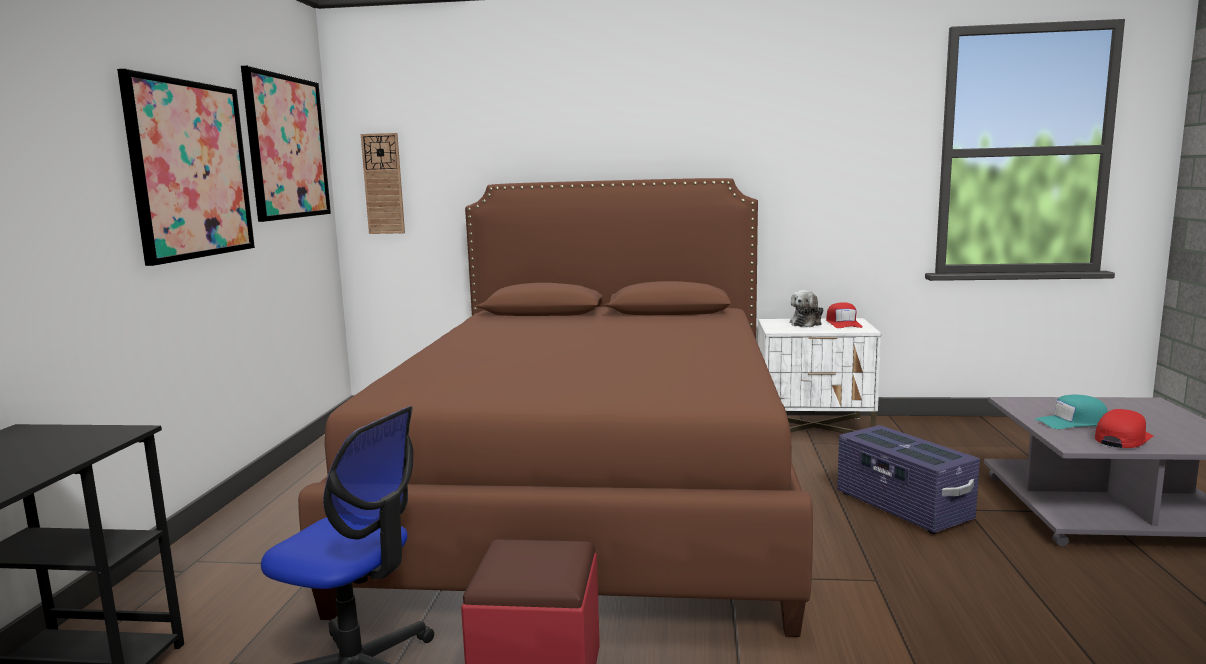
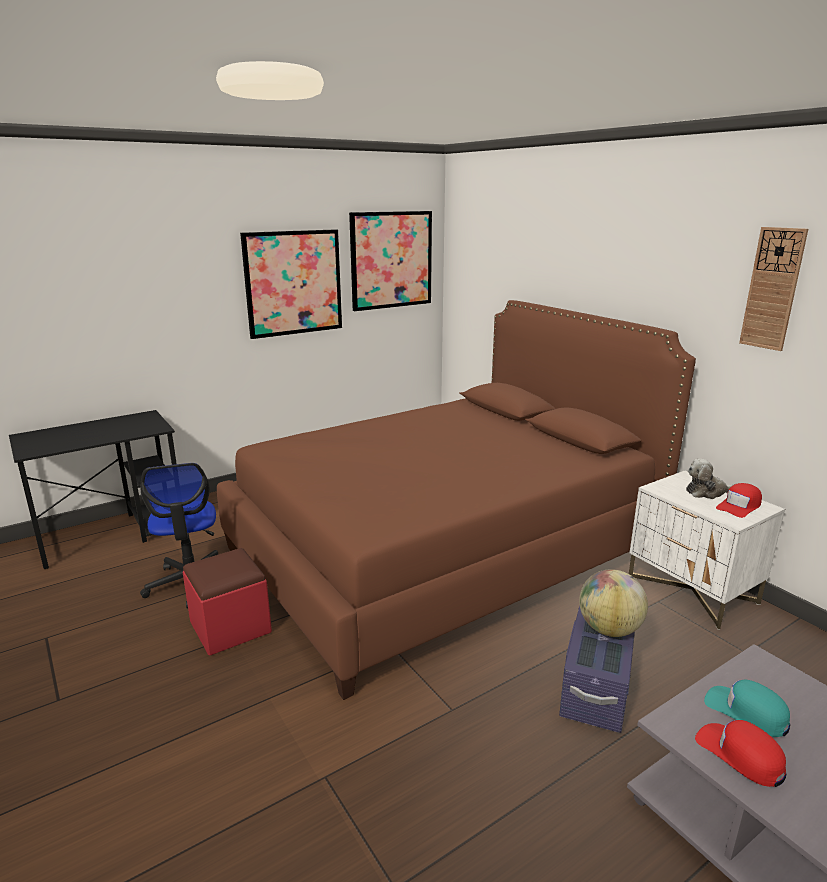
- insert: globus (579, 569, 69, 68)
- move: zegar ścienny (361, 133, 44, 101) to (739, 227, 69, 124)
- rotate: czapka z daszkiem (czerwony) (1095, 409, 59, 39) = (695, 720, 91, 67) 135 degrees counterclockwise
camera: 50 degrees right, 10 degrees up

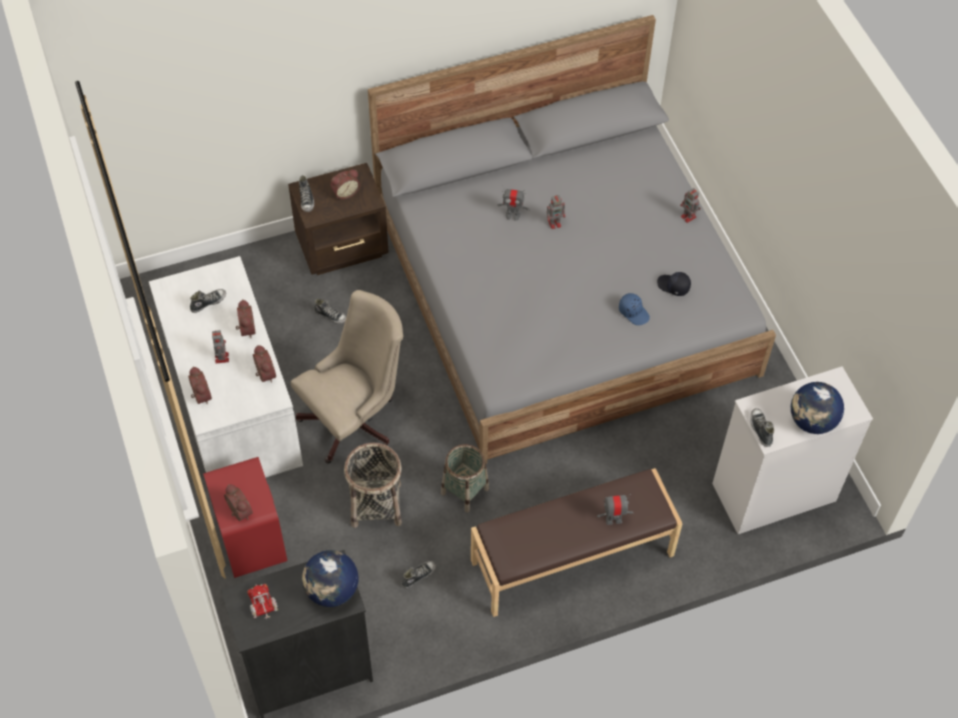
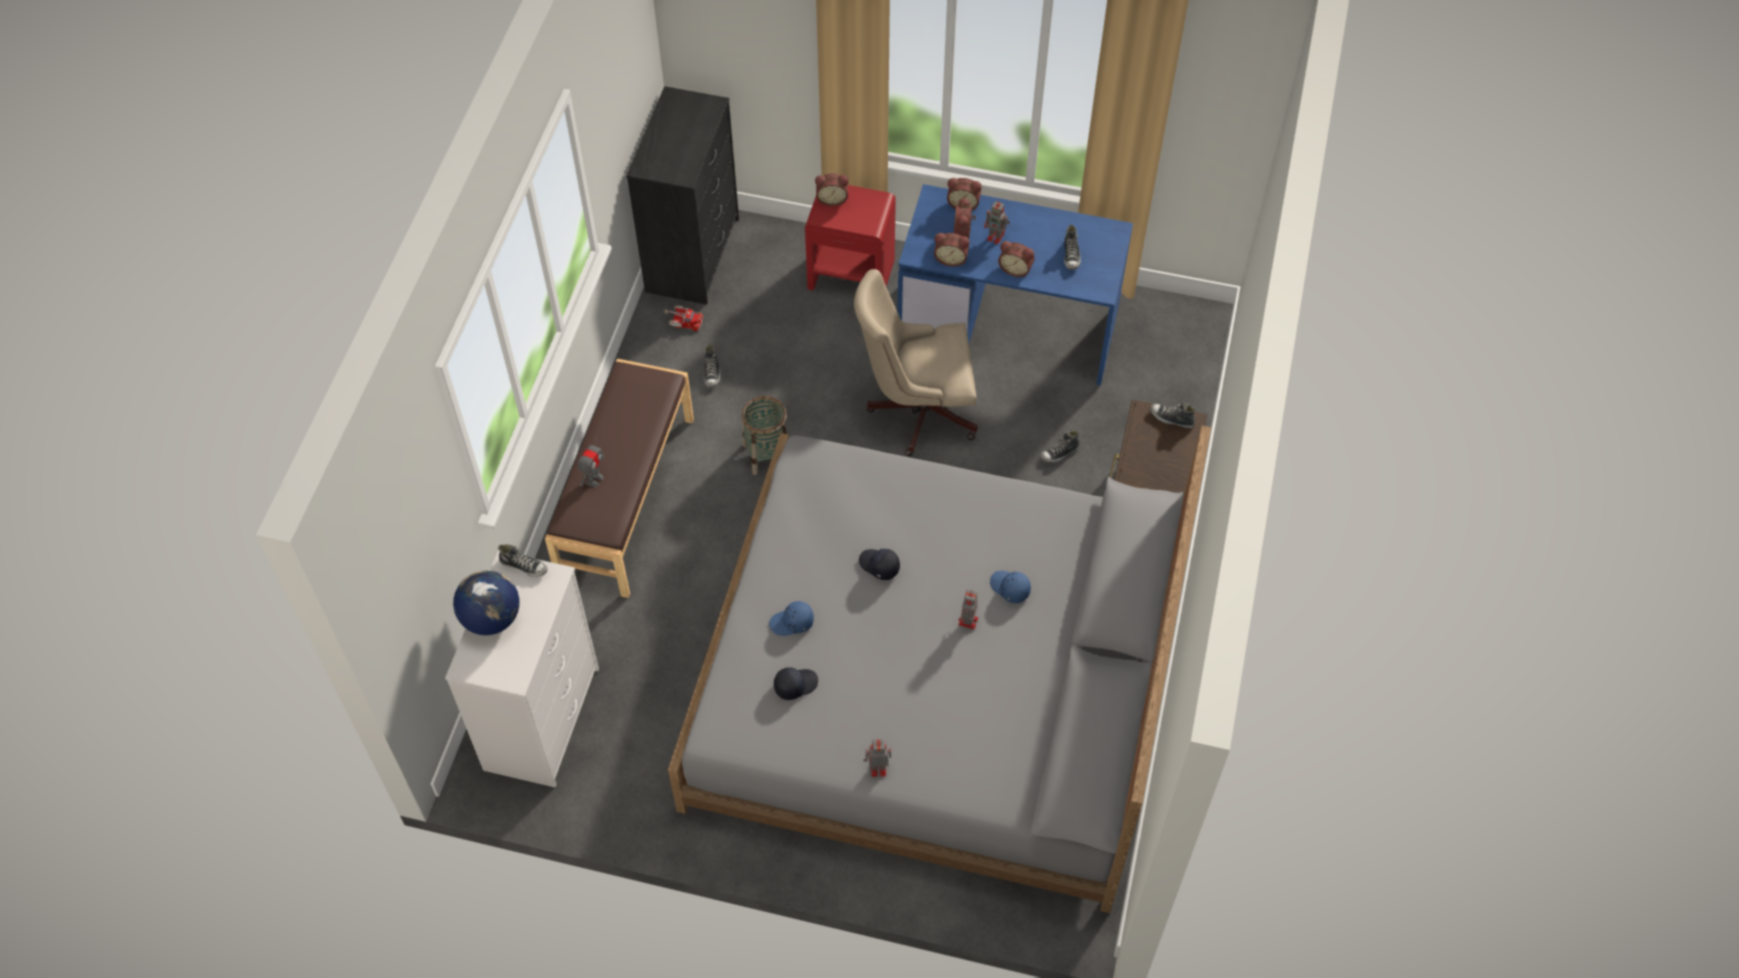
- delete: globus (302, 550, 56, 57)
- delete: koszyk (344, 443, 58, 85)
- insert: czapka z daszkiem (czarny) (859, 549, 41, 31)
- move: ciężarówka zabawkowa (247, 584, 31, 36) to (663, 306, 40, 25)
- move: budzik (330, 169, 30, 30) to (954, 197, 22, 42)
- replace: robot zabawkowy (497, 186, 33, 35) to czapka z daszkiem (niebieski) (990, 571, 41, 32)
- recolor: biurko (biały) (149, 256, 154, 222) to biurko (niebieski) (897, 184, 236, 202)
- rotate: krzesło biurowe (beżowy) (291, 290, 112, 173) = (854, 269, 124, 187) 90 degrees clockwise
camera: 125 degrees right, 0 degrees up

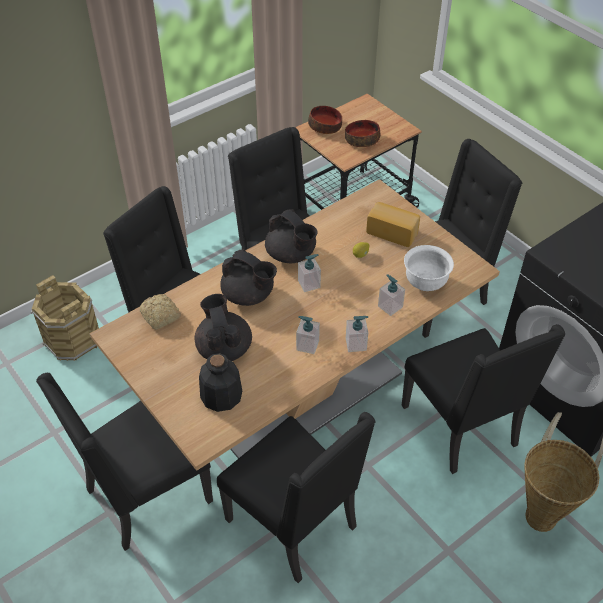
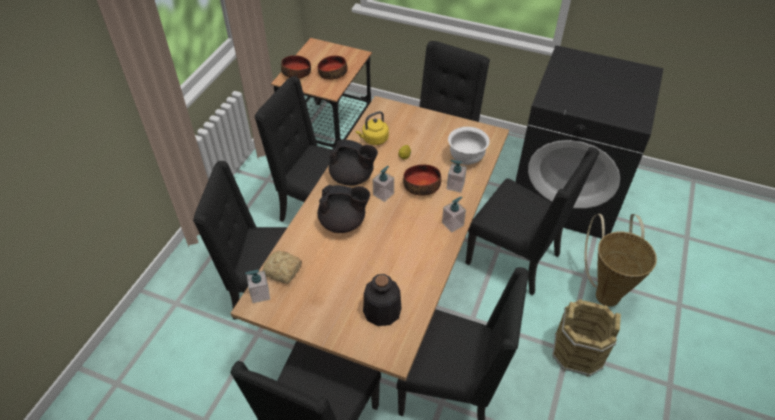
- delete: imbryk (czarny) (195, 294, 57, 67)
- delete: chleb (366, 202, 54, 45)
- insert: czajnik (żółty) (355, 111, 34, 34)
- insert: miska (403, 164, 38, 32)
- move: wiadro (brązowy) (31, 275, 68, 86) to (552, 299, 69, 78)
- move: dozownik mydła (296, 316, 24, 38) to (245, 270, 25, 33)
camera: 30 degrees left, 0 degrees up

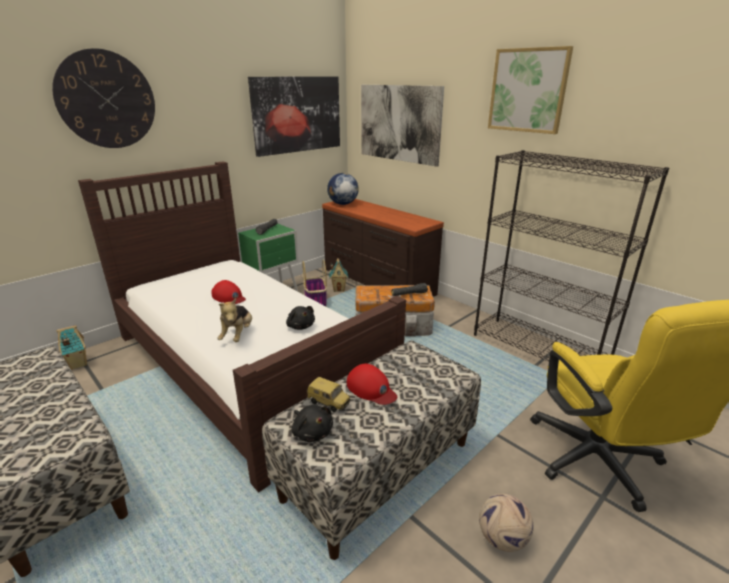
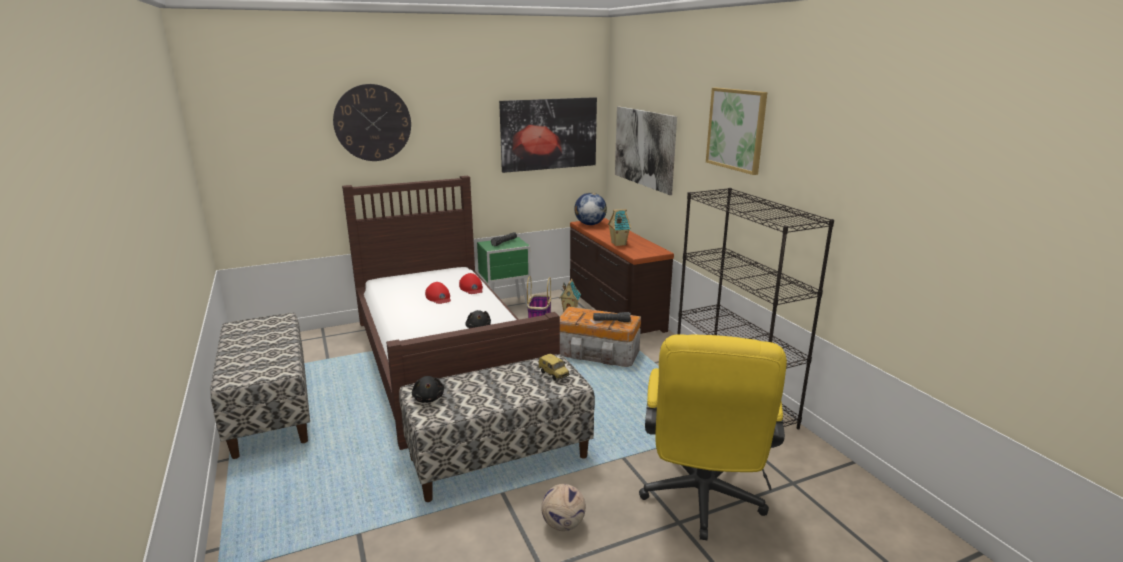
- delete: pluszak (218, 298, 34, 44)
- move: domek (56, 325, 31, 45) to (608, 209, 23, 37)
- move: samochodzik (307, 377, 44, 35) to (538, 354, 32, 27)
- move: czapka z daszkiem (czerwony) (347, 364, 50, 41) to (459, 273, 24, 21)
camera: 20 degrees right, 5 degrees down

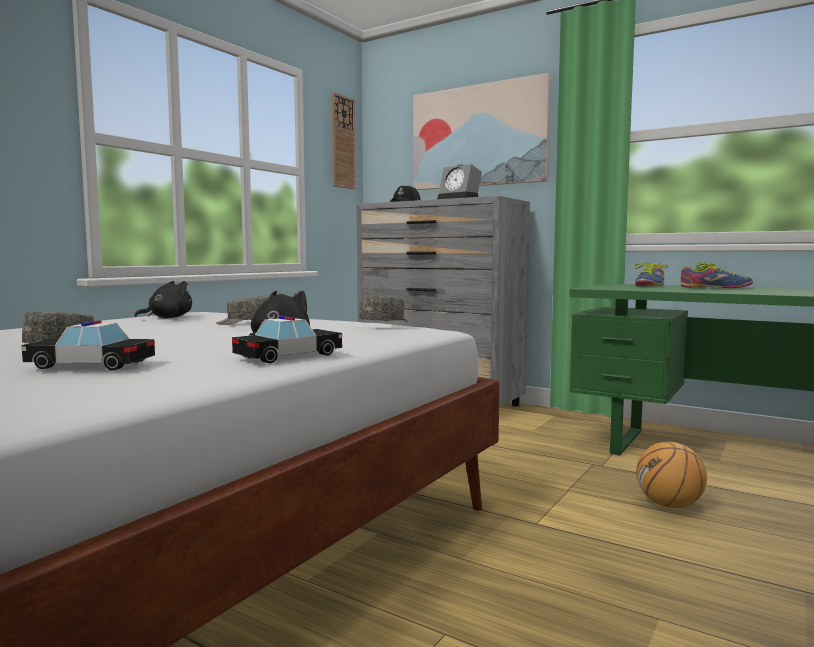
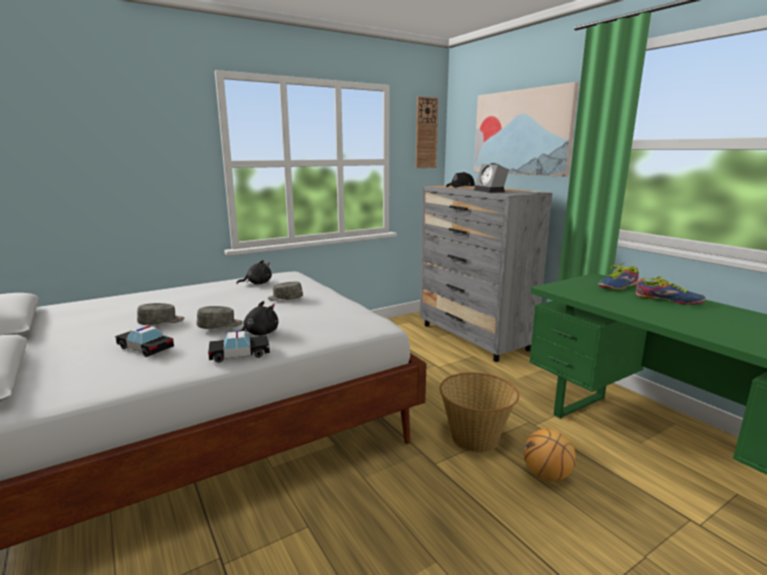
- insert: koszyk (440, 372, 79, 81)
- move: czapka z daszkiem (szary) (359, 295, 49, 27) to (197, 306, 46, 23)
camera: 25 degrees right, 10 degrees up

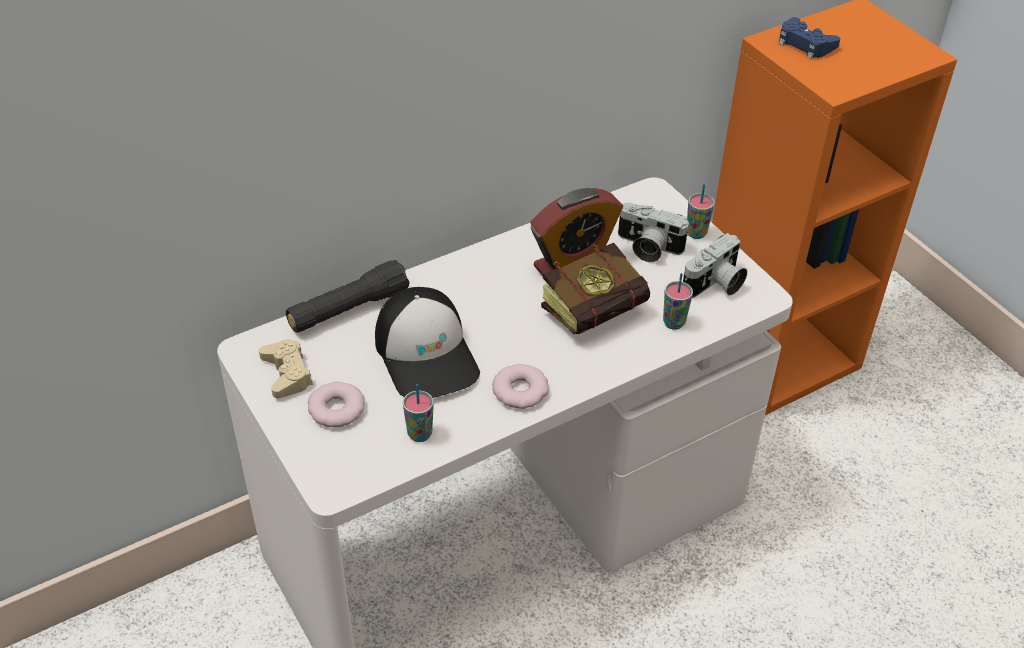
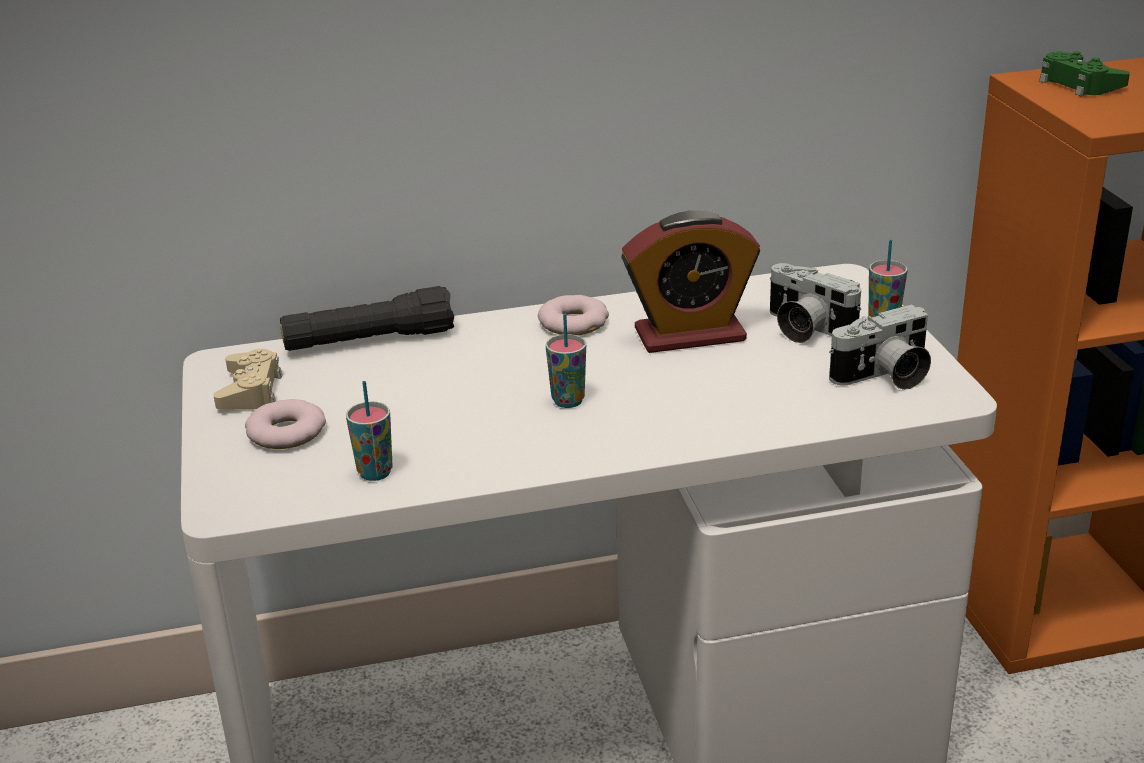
- delete: czapka z daszkiem (375, 287, 105, 111)
- delete: książka (541, 242, 109, 92)
- move: donut (492, 364, 57, 45) to (538, 295, 71, 40)
- move: filiżanka (663, 273, 30, 57) to (546, 313, 40, 95)
- recolor: pad do gier (niebieski) (778, 17, 62, 42) to pad do gier (zielony) (1039, 51, 91, 45)
camera: 20 degrees right, 15 degrees down

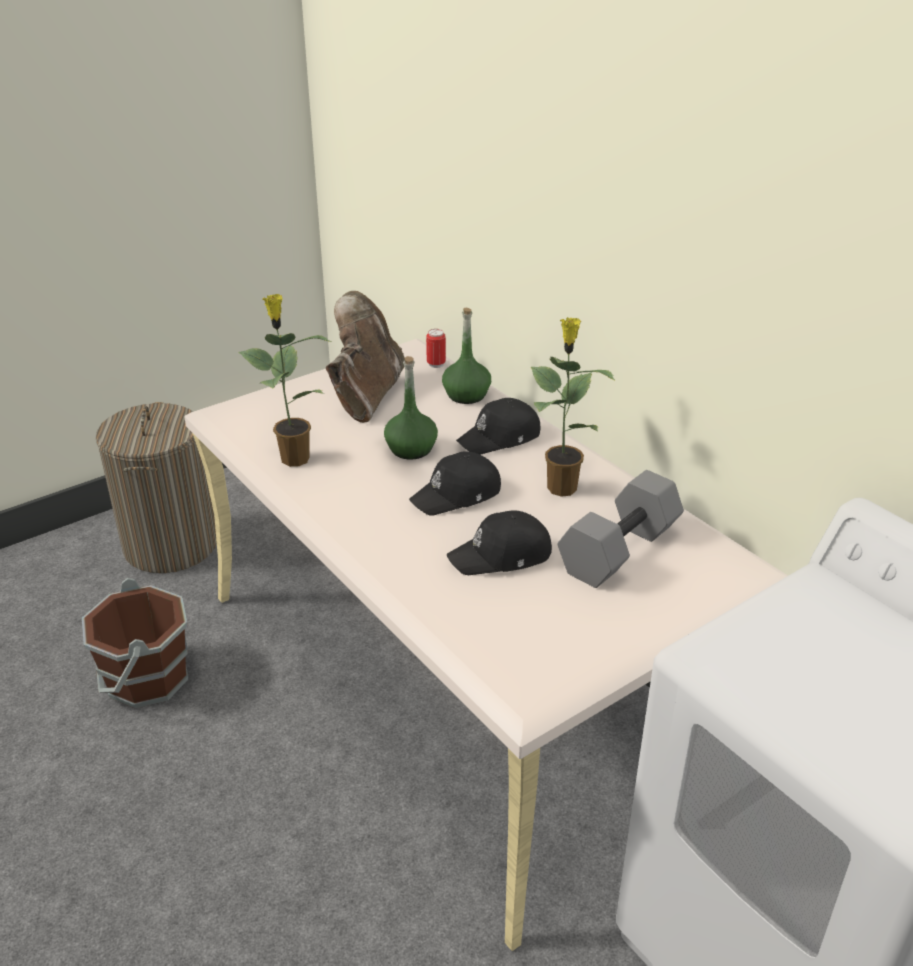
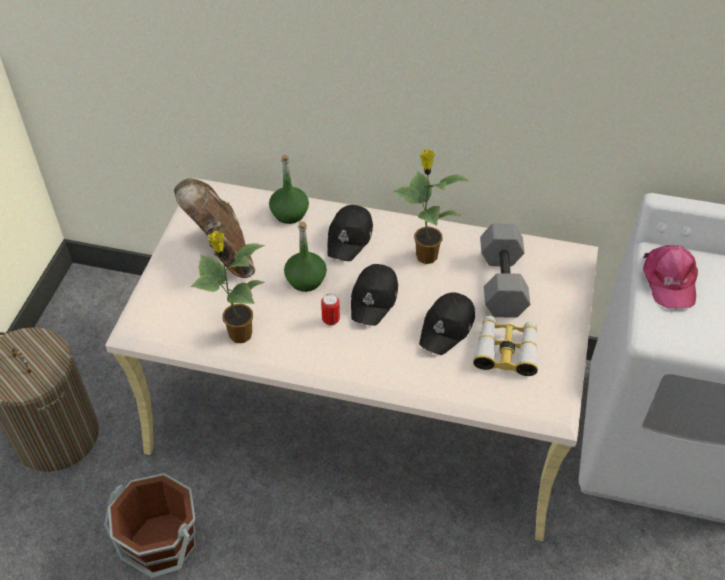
- insert: lornetka (473, 316, 65, 60)
- insert: czapka z daszkiem (różowy) (643, 245, 55, 63)
- move: puszka (426, 329, 20, 39) to (321, 294, 19, 32)
camera: 40 degrees left, 15 degrees up

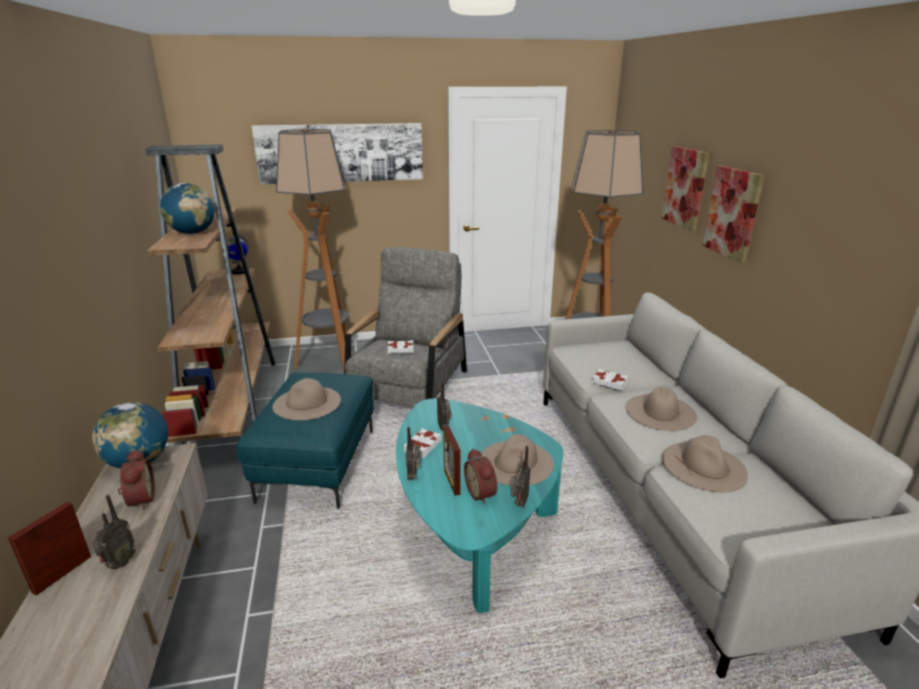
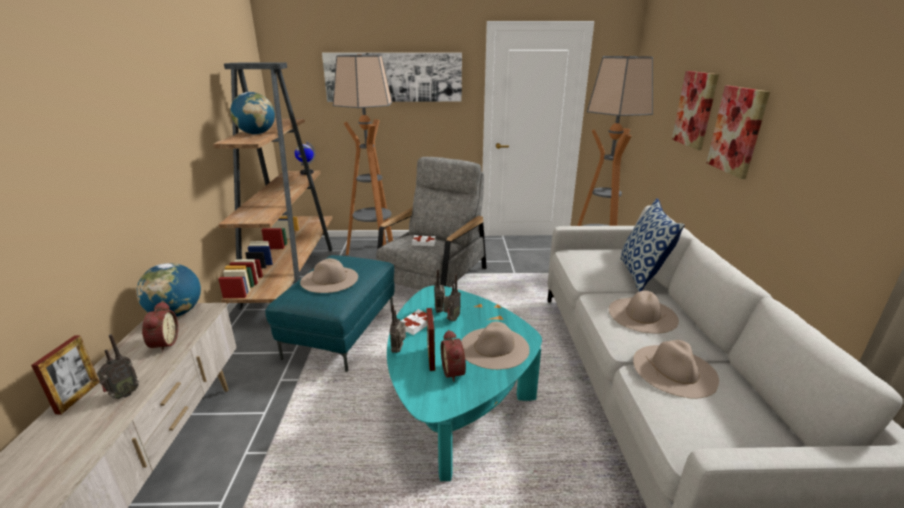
- delete: książka (biały) (592, 369, 36, 21)
- insert: poduszka (620, 198, 65, 94)
- move: radio (511, 446, 19, 61) to (443, 274, 18, 48)
- rotate: ramka na zdjęcie (8, 502, 83, 94) = (31, 335, 69, 80) 150 degrees clockwise
camera: 10 degrees right, 0 degrees up

